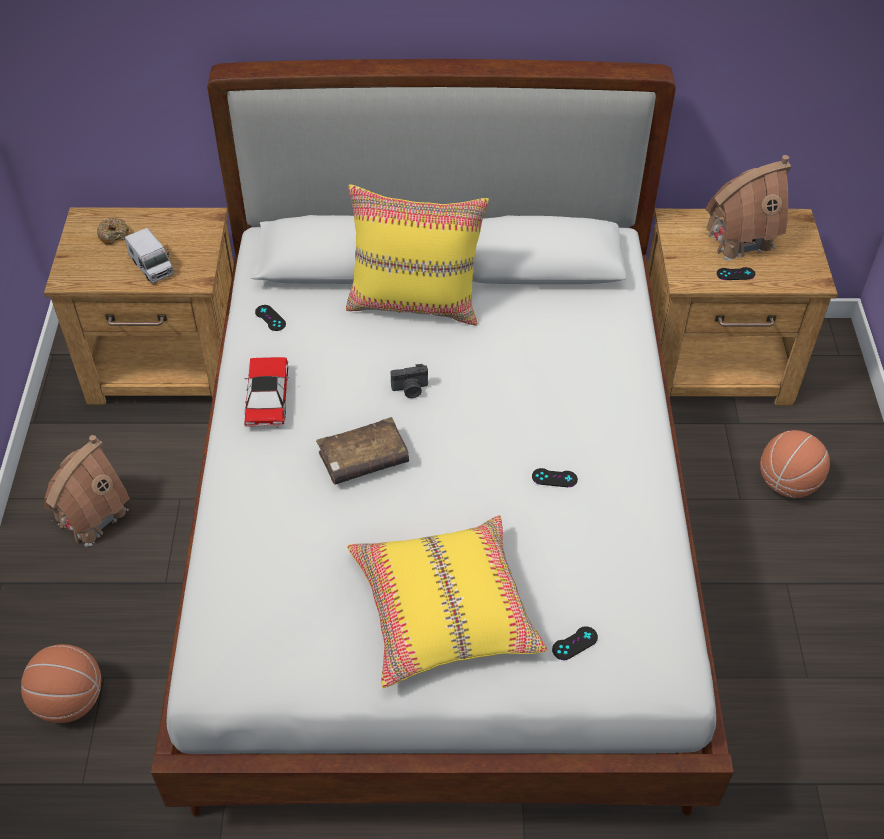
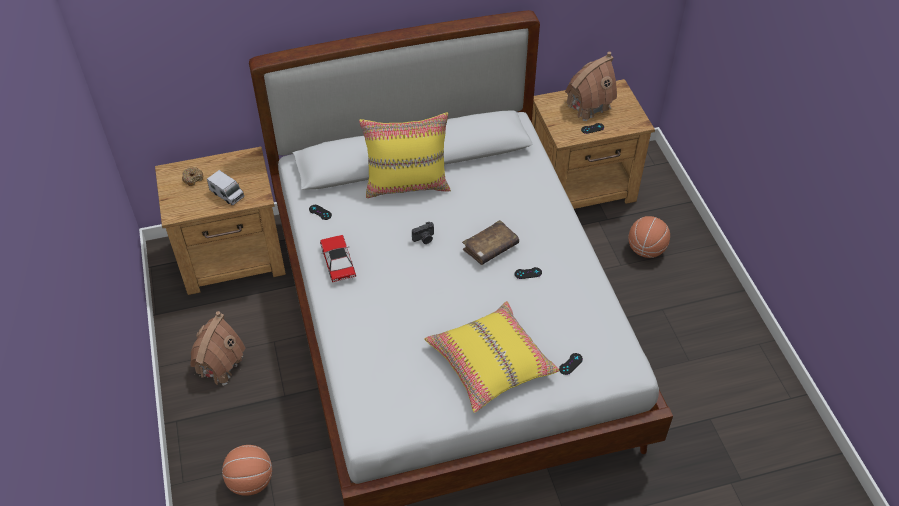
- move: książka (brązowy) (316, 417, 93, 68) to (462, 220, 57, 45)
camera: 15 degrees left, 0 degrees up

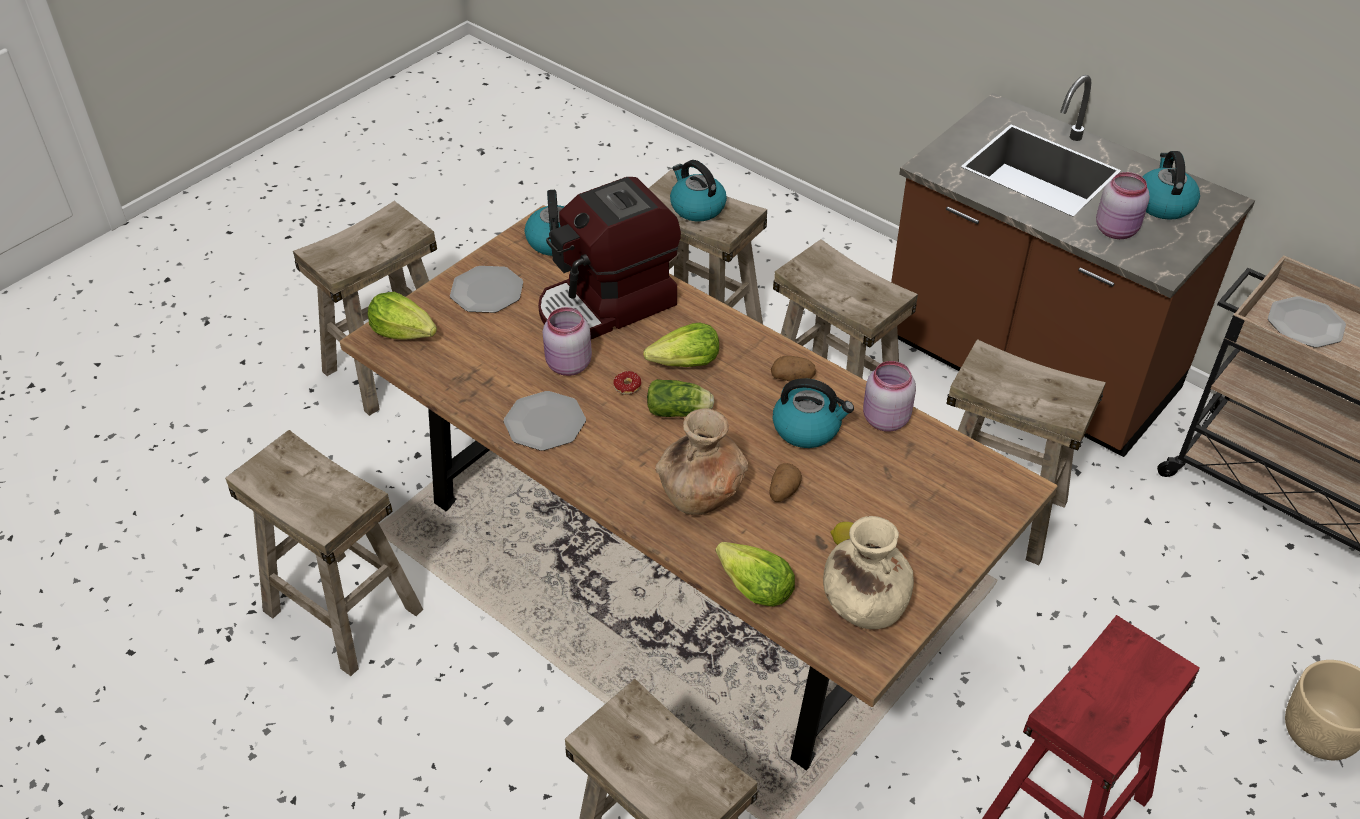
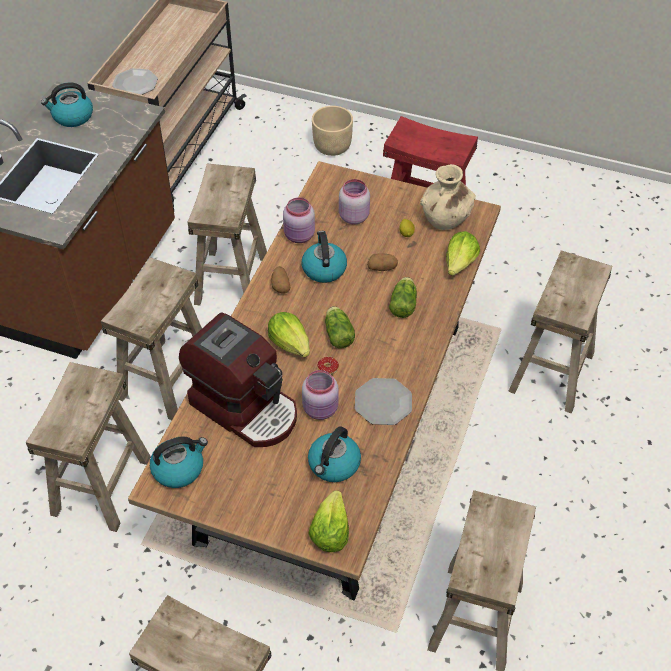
- delete: talerz (450, 266, 73, 47)
- move: czajnik (670, 160, 57, 61) to (308, 426, 53, 56)
- move: słoik (różowy) (1096, 172, 54, 67) to (339, 179, 31, 46)
- replace: wazon (brązowy) (655, 408, 93, 107) to sałata (389, 277, 28, 41)
camera: 110 degrees left, 5 degrees up

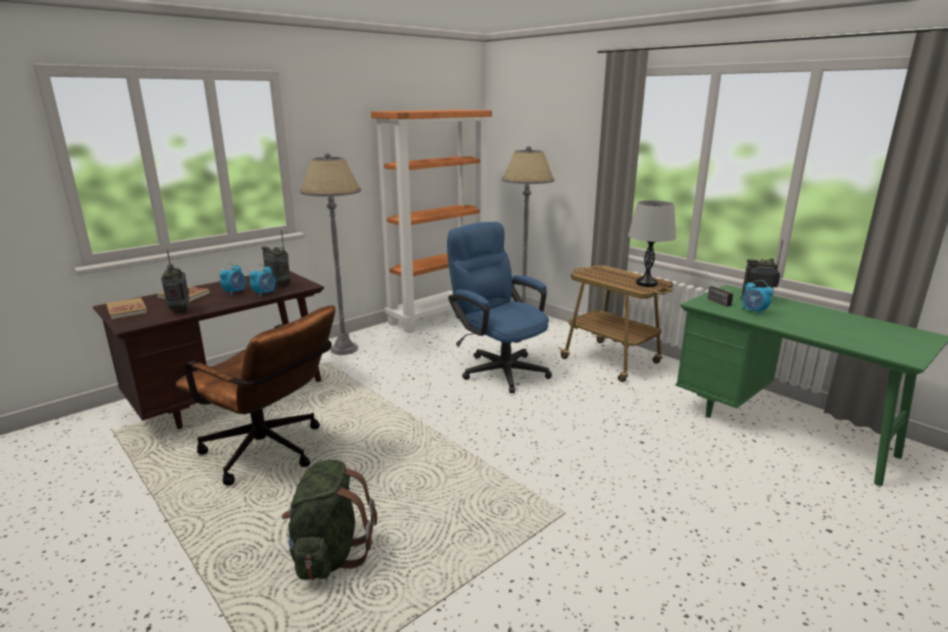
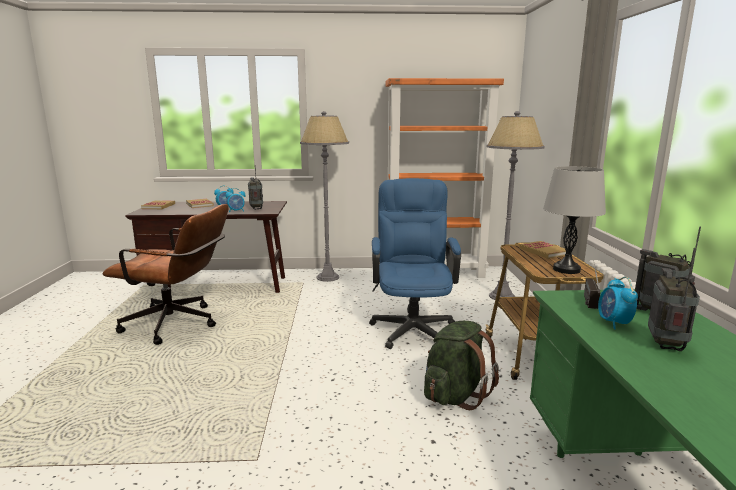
- insert: książka (519, 241, 47, 18)
- move: radio (161, 250, 28, 63) to (648, 248, 52, 103)
- move: plecak (zielony) (282, 460, 95, 120) to (424, 321, 75, 89)
- rotate: krzesło biurowe (brązowy) (175, 306, 160, 180) = (102, 204, 127, 141) 60 degrees counterclockwise
camera: 40 degrees right, 5 degrees down

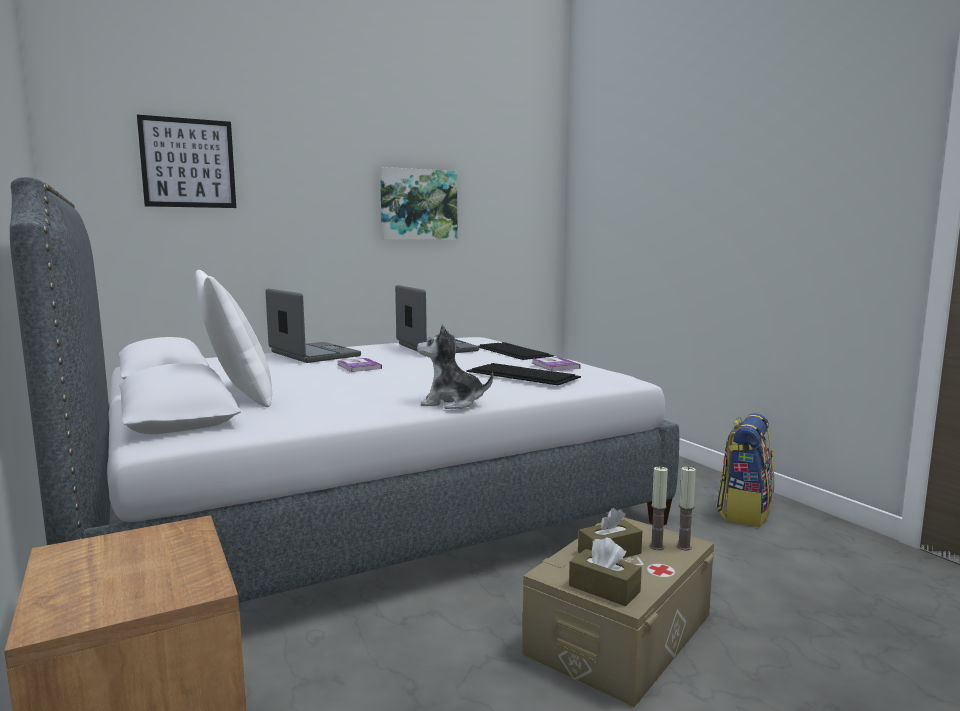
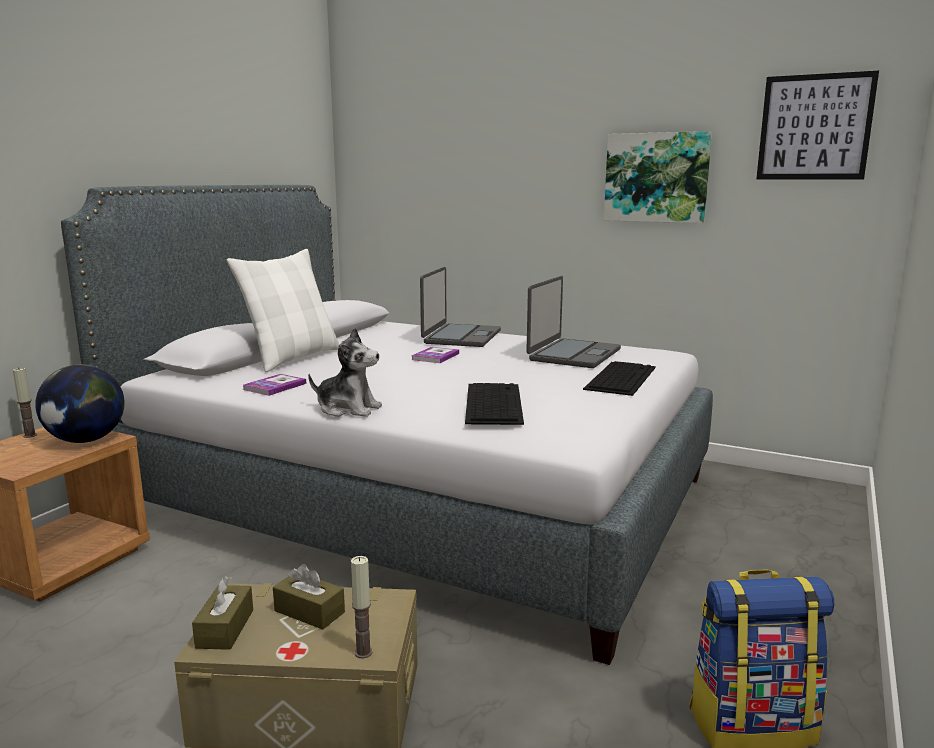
- insert: globus (35, 364, 90, 79)
- move: obraz (137, 115, 99, 93) to (756, 71, 123, 108)
- move: książka (532, 357, 49, 14) to (243, 374, 63, 22)
- move: świeca (650, 467, 18, 83) to (13, 367, 24, 71)
- rotate: pluszak (417, 324, 76, 85) = (308, 328, 74, 89) 135 degrees clockwise
camera: 55 degrees right, 5 degrees up

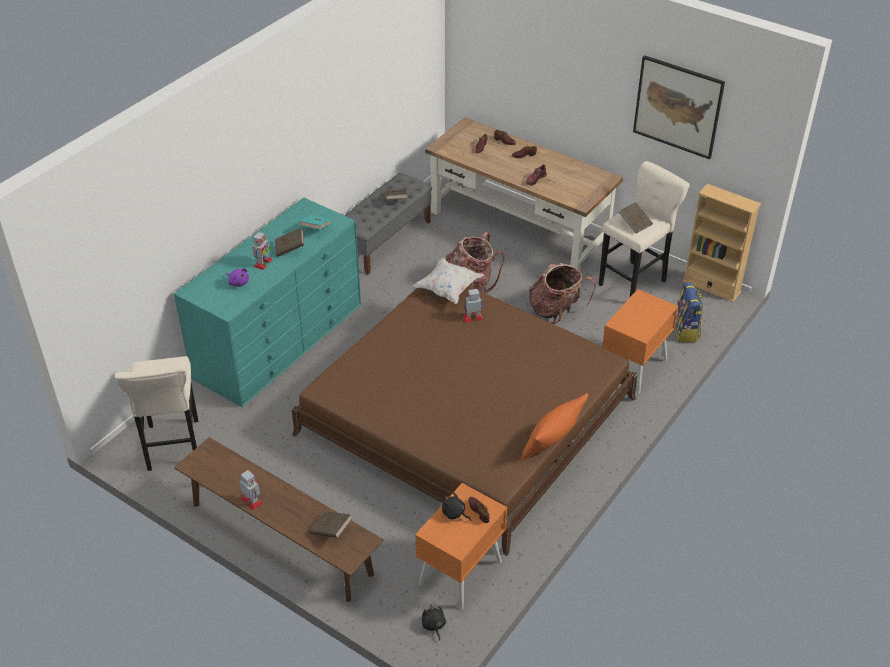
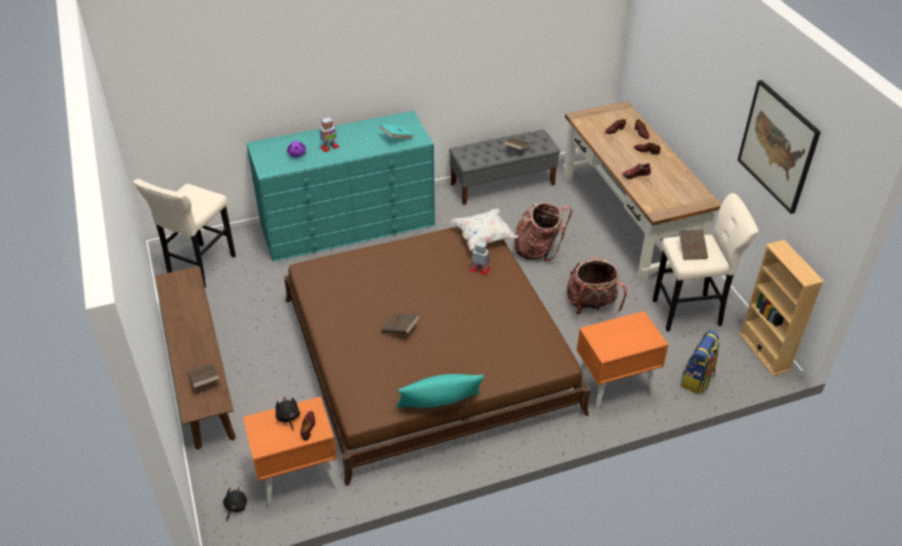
- delete: robot zabawkowy (239, 470, 24, 40)
- move: książka (brązowy) (275, 228, 29, 29) to (381, 314, 39, 20)
- recolor: poduszka (pomarańczowy) (521, 393, 67, 68) to poduszka (turkusowy) (396, 374, 88, 34)
camera: 35 degrees right, 0 degrees up

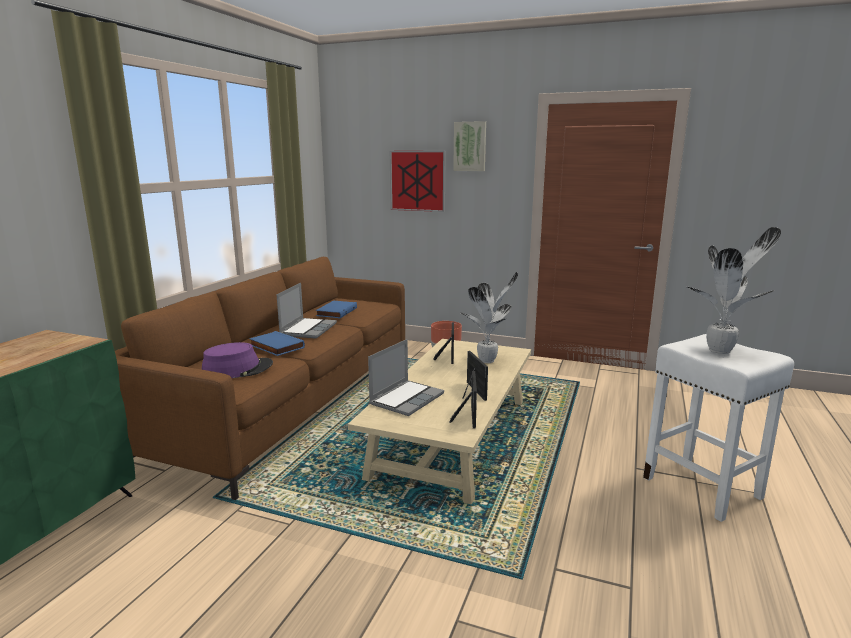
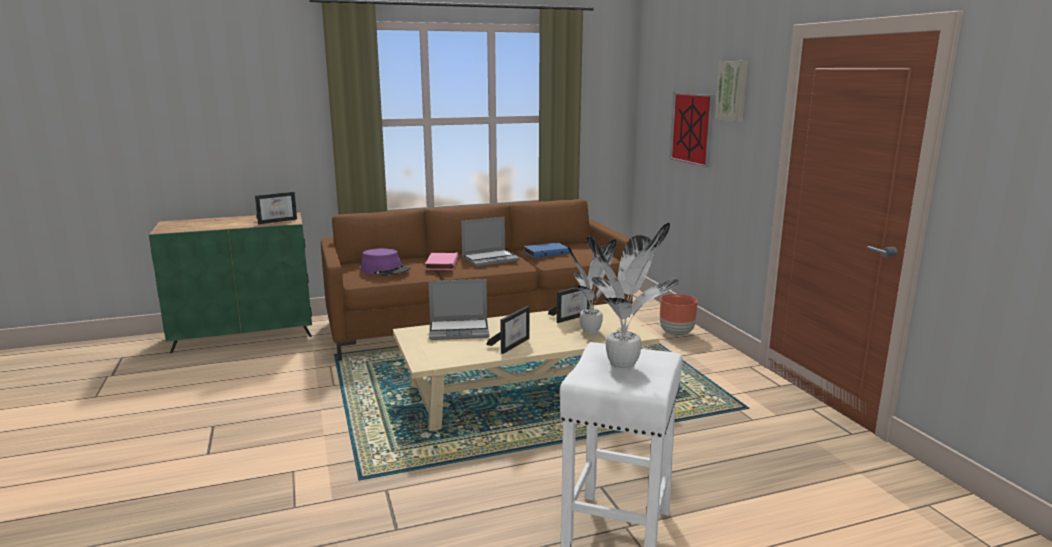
- move: ramka na zdjęcie (449, 371, 28, 57) to (255, 192, 42, 32)
- recolor: książka (niebieski) (249, 331, 56, 25) to książka (różowy) (425, 253, 33, 17)
camera: 50 degrees right, 0 degrees up

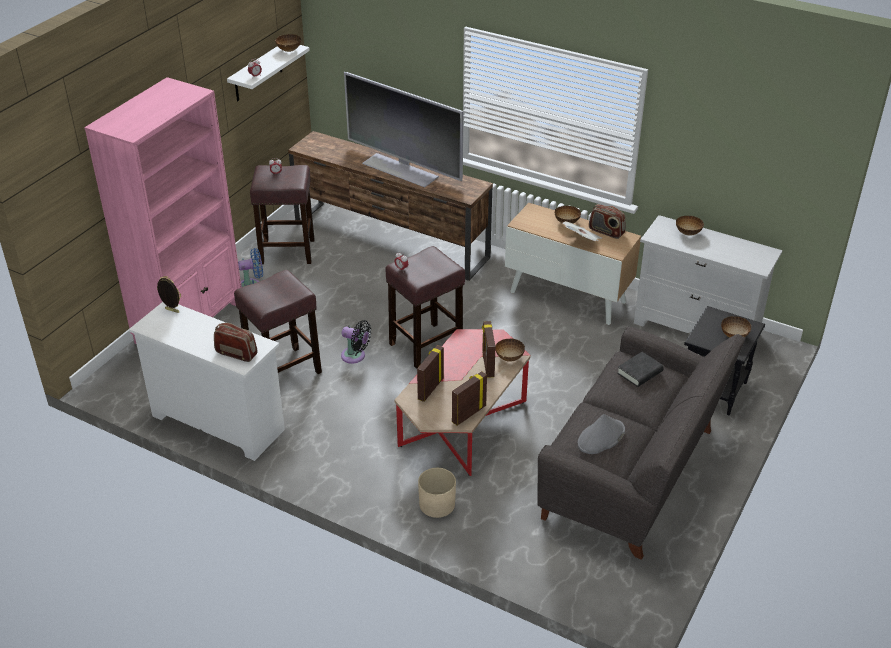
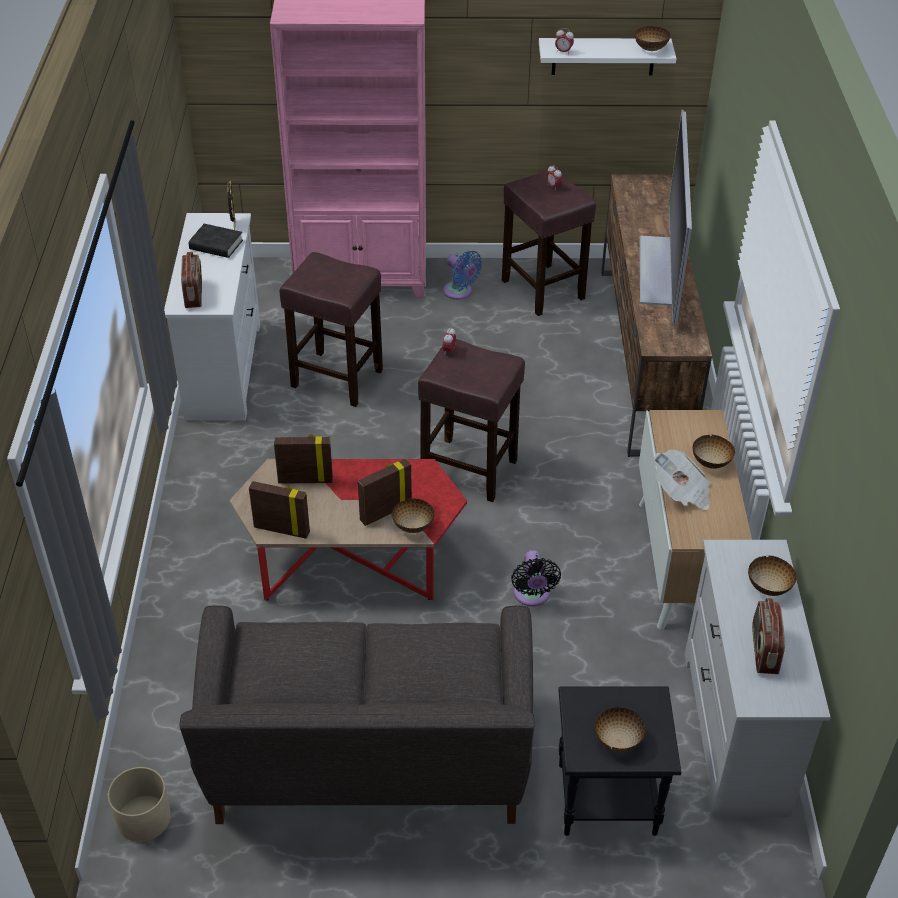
- delete: kapelusz (szary) (578, 414, 47, 40)
- move: wentylator (czarny) (341, 320, 30, 44) to (511, 550, 50, 57)
- move: donica (beżowy) (418, 468, 38, 50) to (108, 767, 63, 75)
- move: radio (589, 204, 37, 35) to (752, 598, 33, 76)
- move: książka (czarny) (617, 352, 47, 35) to (189, 224, 54, 34)
camera: 60 degrees right, 5 degrees up

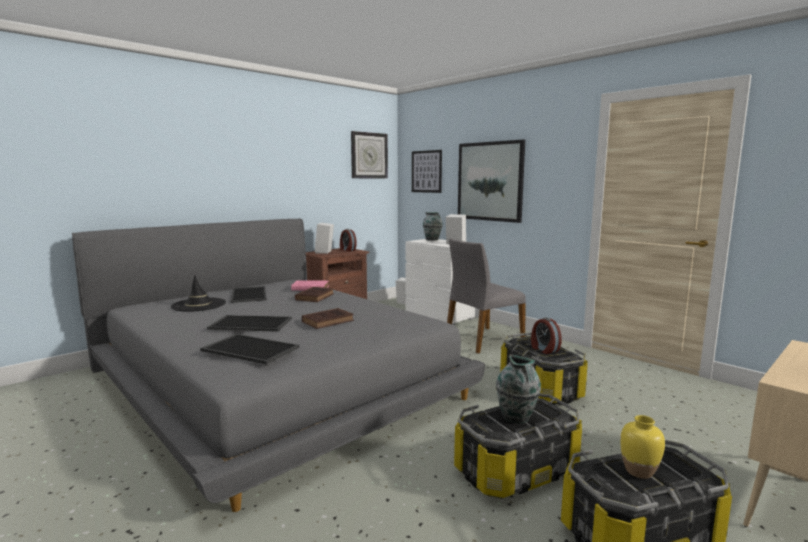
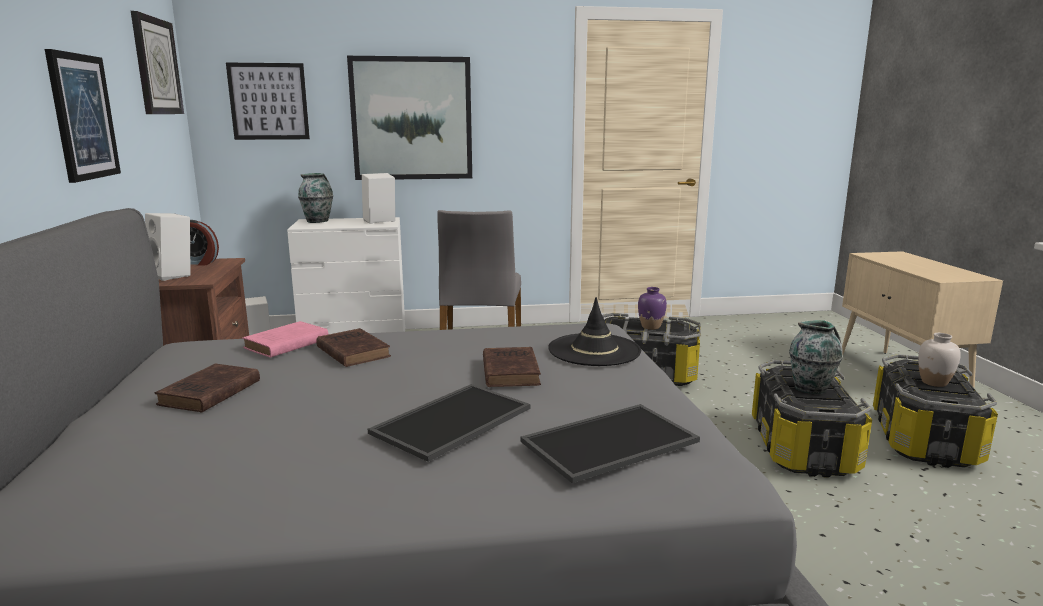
- insert: obraz (45, 49, 76, 134)
- move: kapelusz (czarny) (171, 275, 55, 37) to (548, 297, 93, 69)
- replace: taca (231, 286, 36, 17) to książka (brązowy) (155, 364, 105, 49)
- replace: budzik (531, 317, 31, 37) to wazon (fioletowy) (638, 287, 29, 43)
- recolor: wazon (żółty) (620, 415, 45, 64) to wazon (biały) (918, 333, 43, 54)
camera: 55 degrees left, 5 degrees up

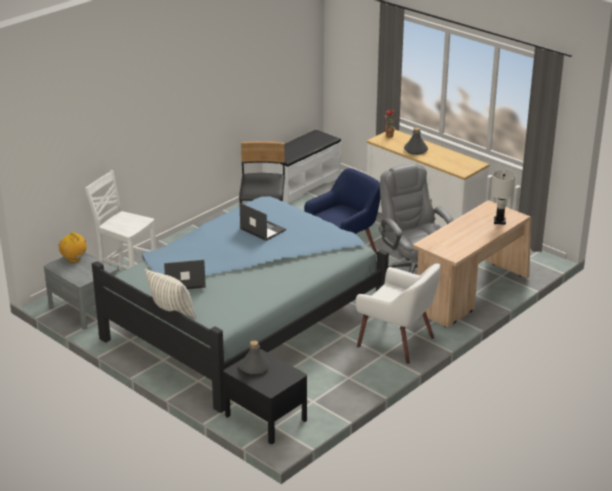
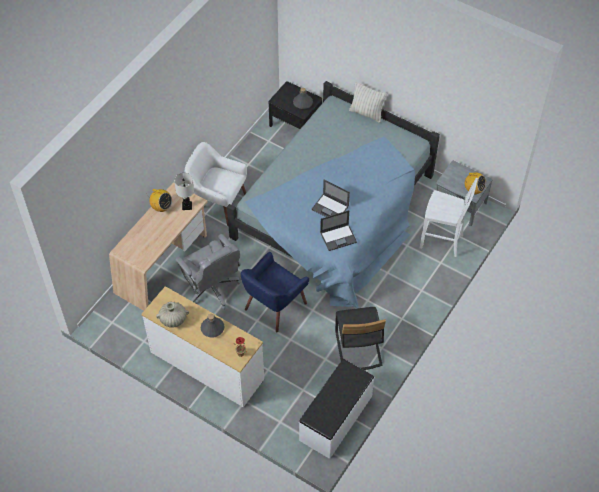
- insert: radio (148, 189, 24, 23)
- insert: wazon (beżowy) (156, 302, 33, 26)
- move: laptop (164, 260, 42, 29) to (320, 210, 37, 41)
- move: lampa stołowa (biały) (491, 170, 24, 55) to (174, 173, 20, 37)
camera: 170 degrees right, 25 degrees up

